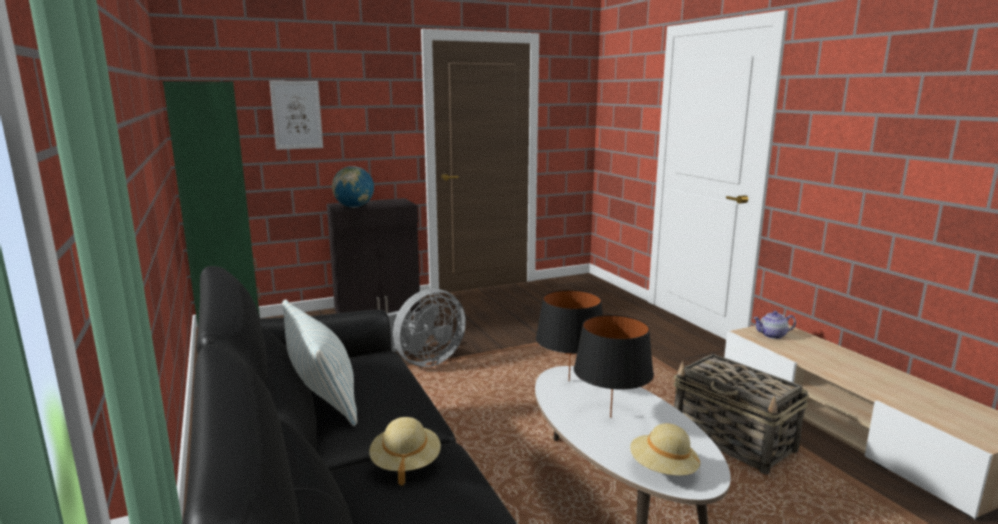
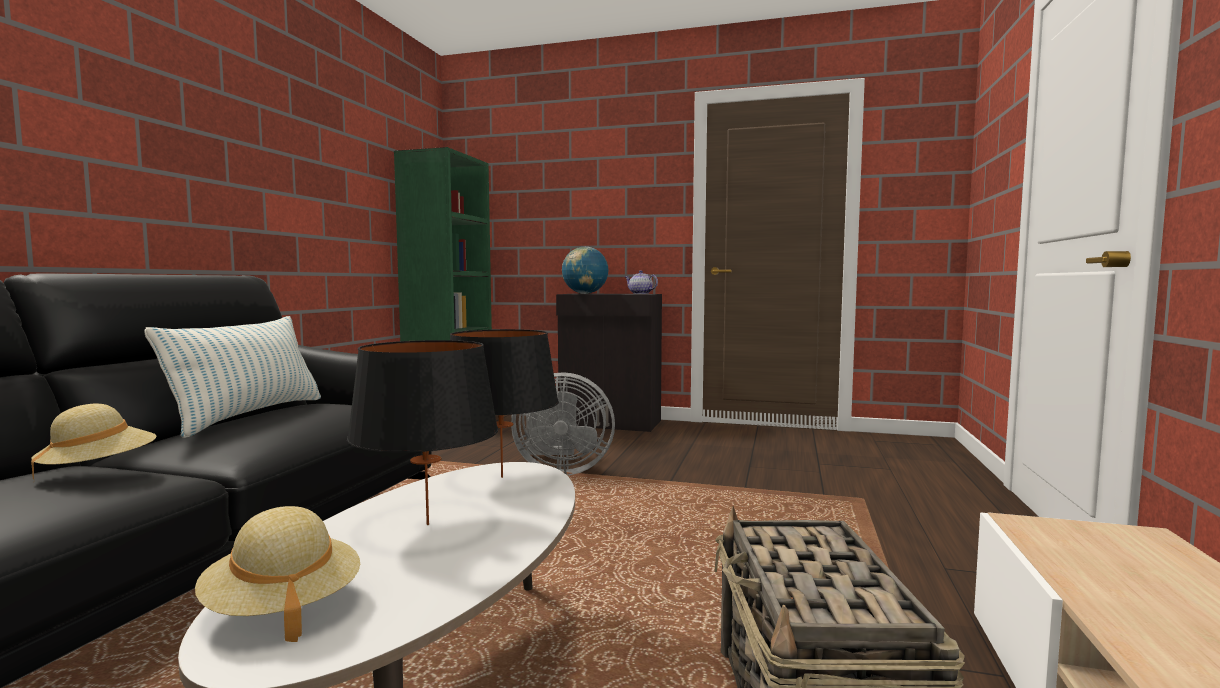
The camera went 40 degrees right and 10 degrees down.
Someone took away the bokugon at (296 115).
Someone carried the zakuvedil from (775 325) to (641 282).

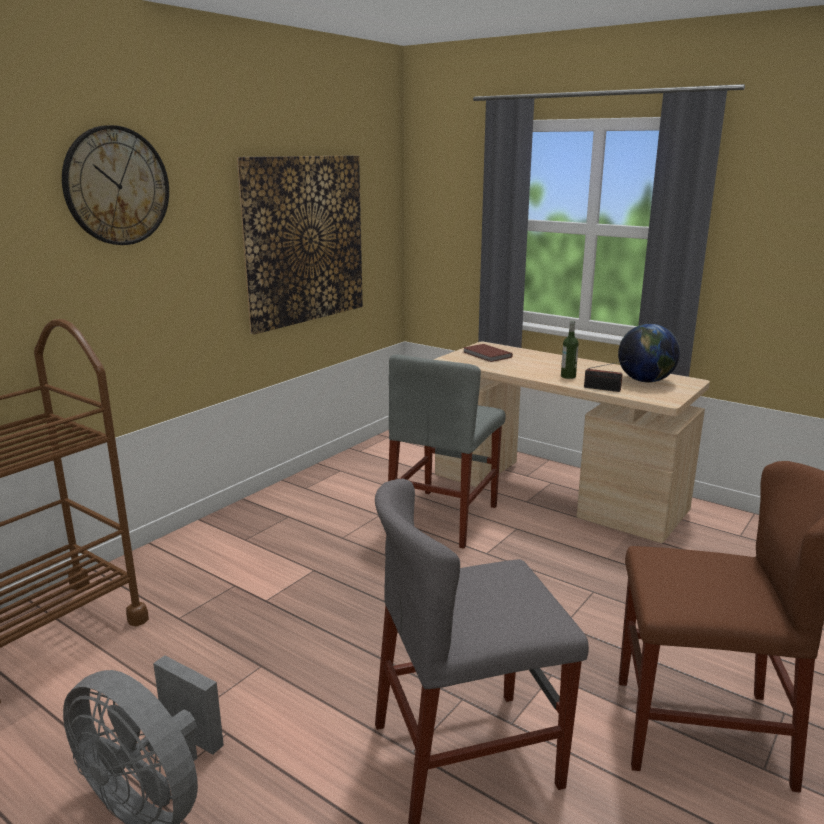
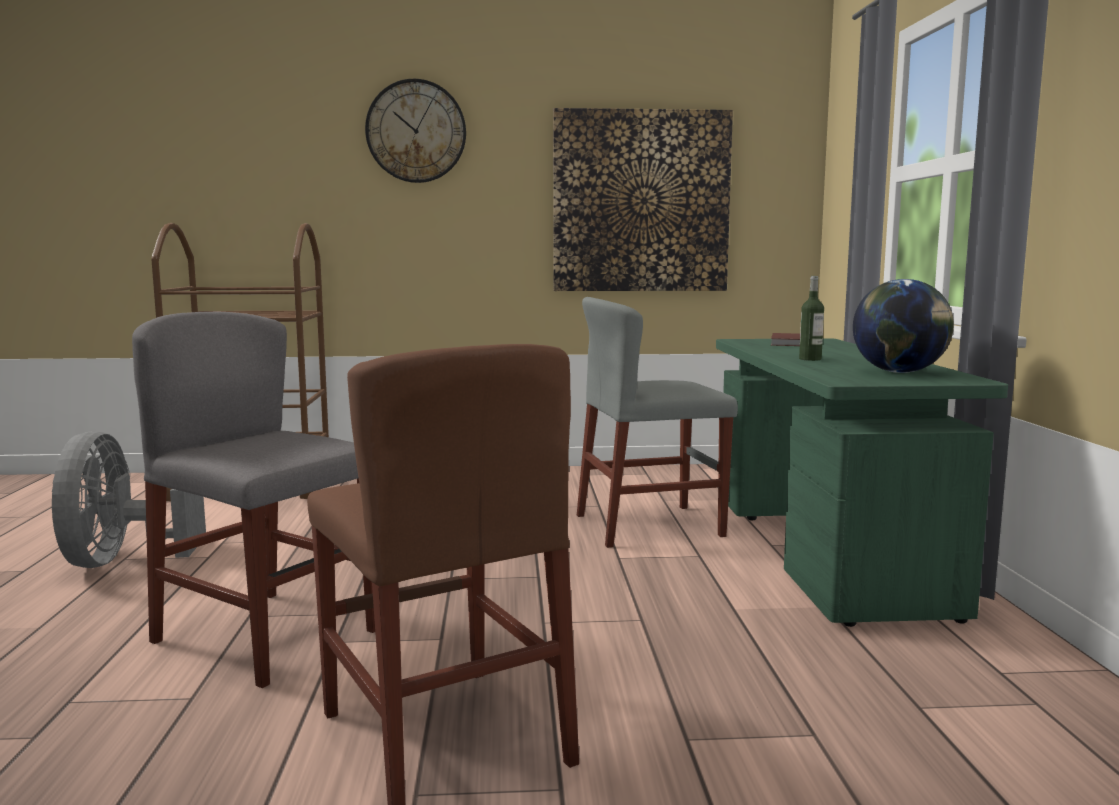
The camera went 50 degrees right and 10 degrees down.
Someone repainted the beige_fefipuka at (571 442), which became the green_fefipuka at (862 482).
Someone took away the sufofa at (606 376).

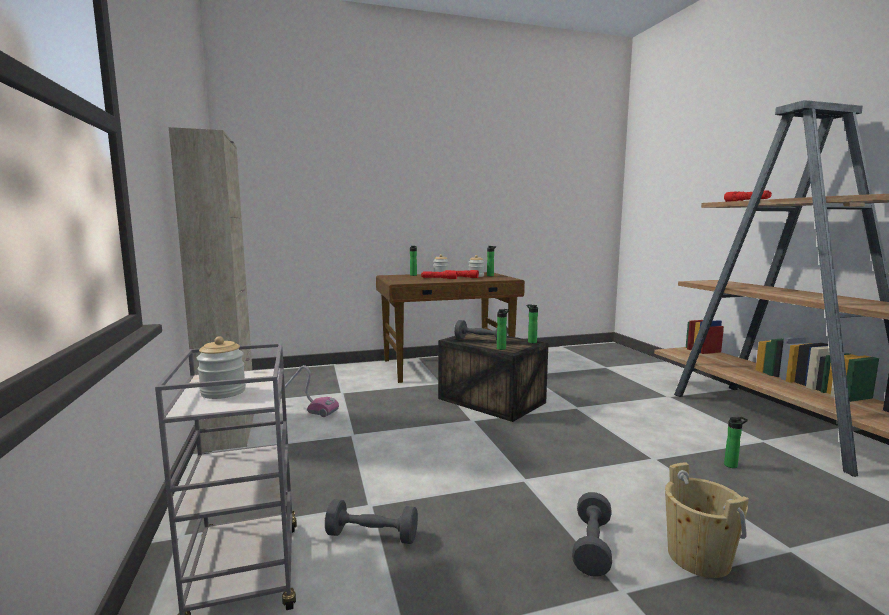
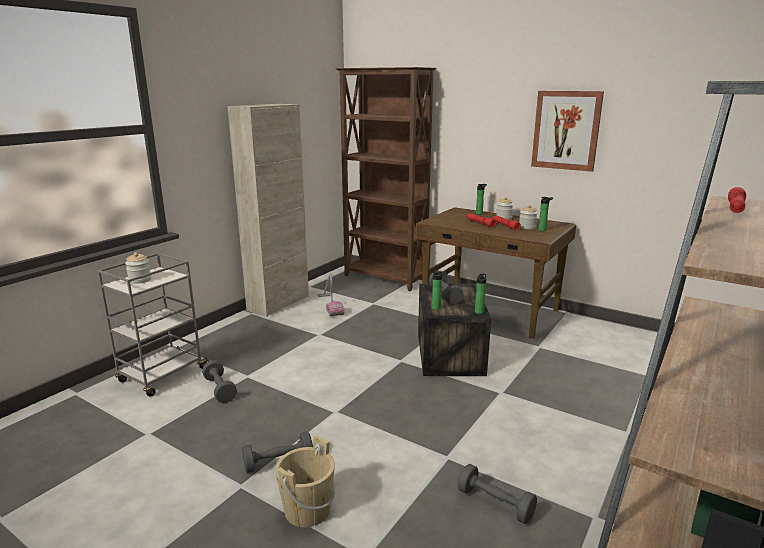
The camera went 50 degrees right and 10 degrees up.
Someone swapped the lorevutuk at (736 442) for the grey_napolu at (497 494).
Someone put down the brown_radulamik at (385 179).
Someone put up the bokugon at (567 131).

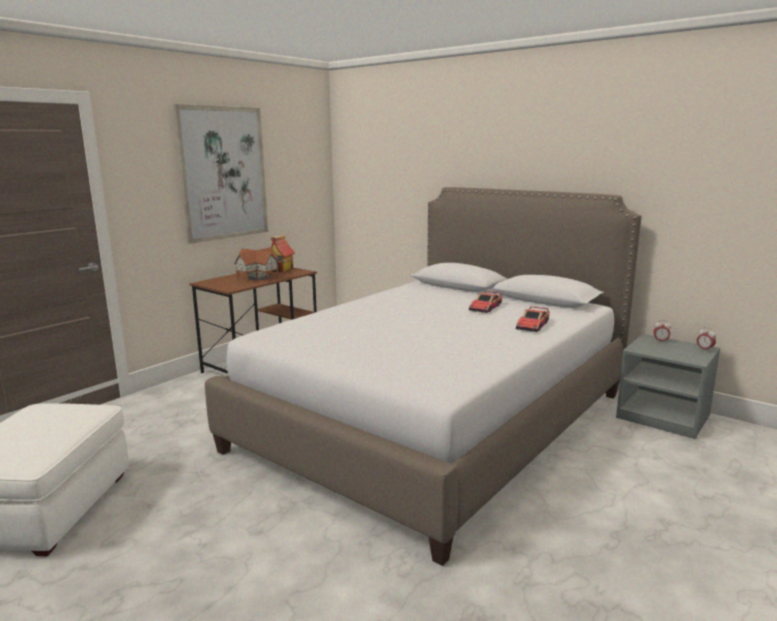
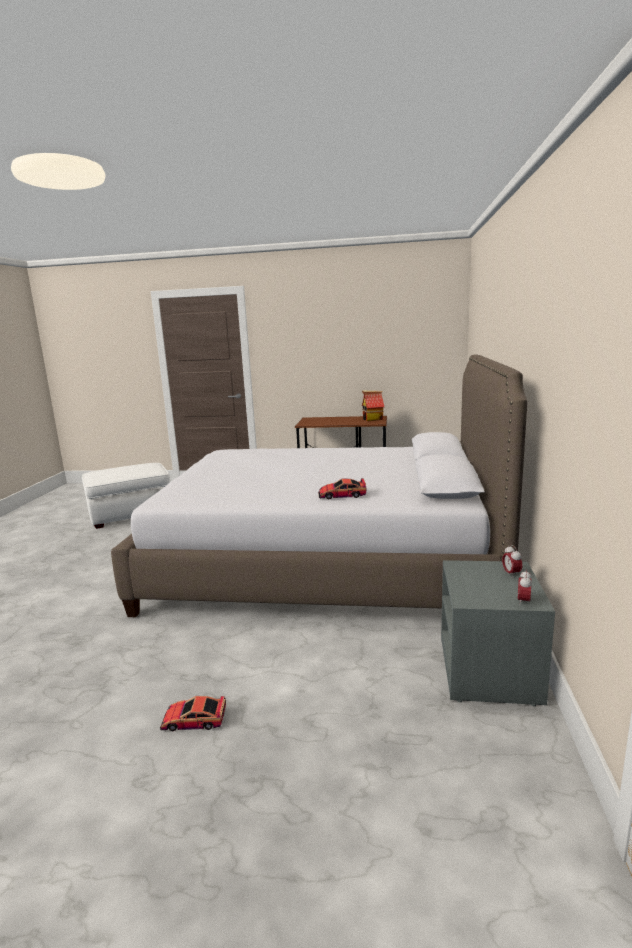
The camera went 60 degrees right and 0 degrees up.
Someone took away the bokugon at (220 174).
Someone took away the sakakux at (256 265).
Someone carried the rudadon from (485 302) to (193 713).

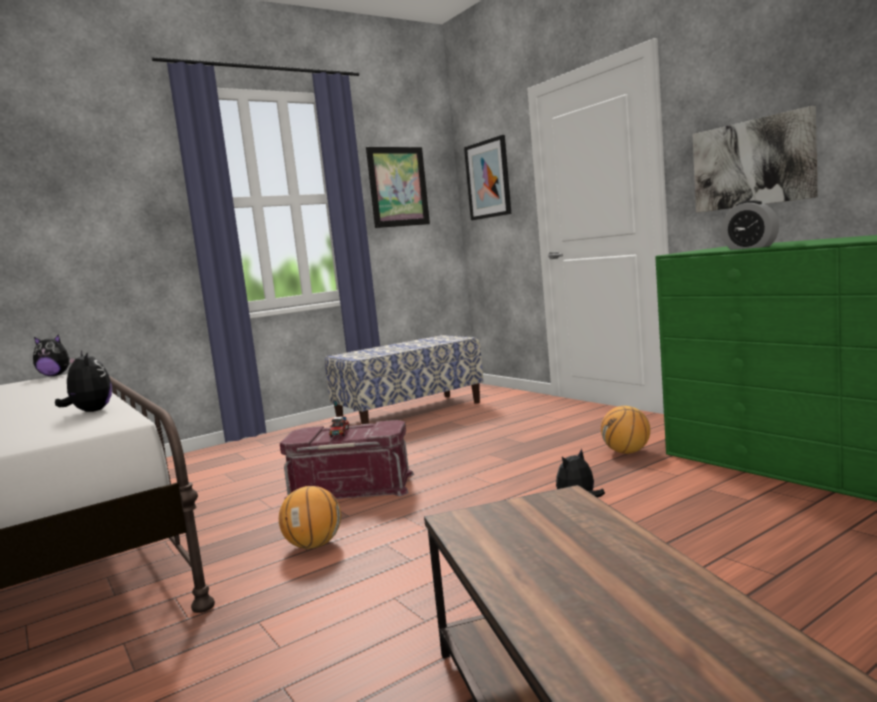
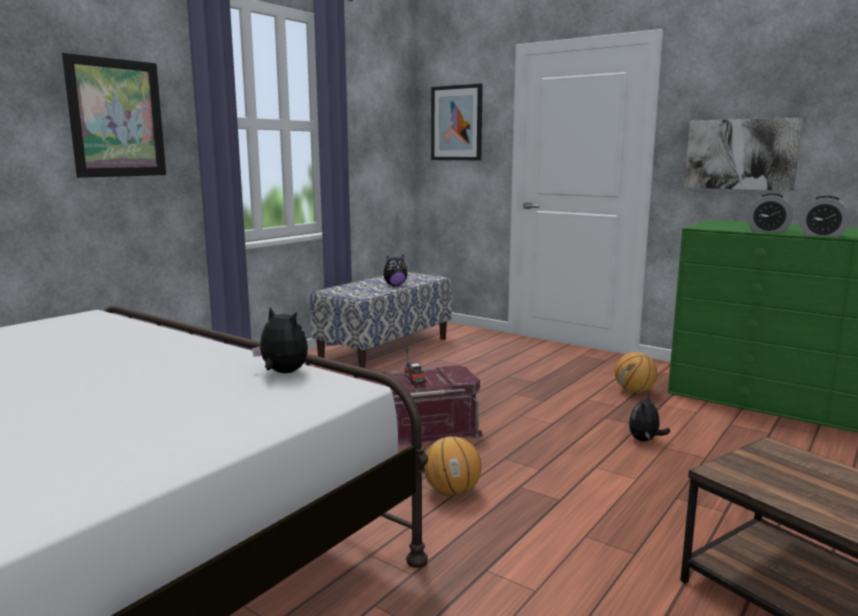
The camera went 20 degrees left and 5 degrees up.
Someone carried the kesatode from (54 355) to (395 270).
Someone carried the bokugon from (398 187) to (114 115).
Someone put down the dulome at (824 216).

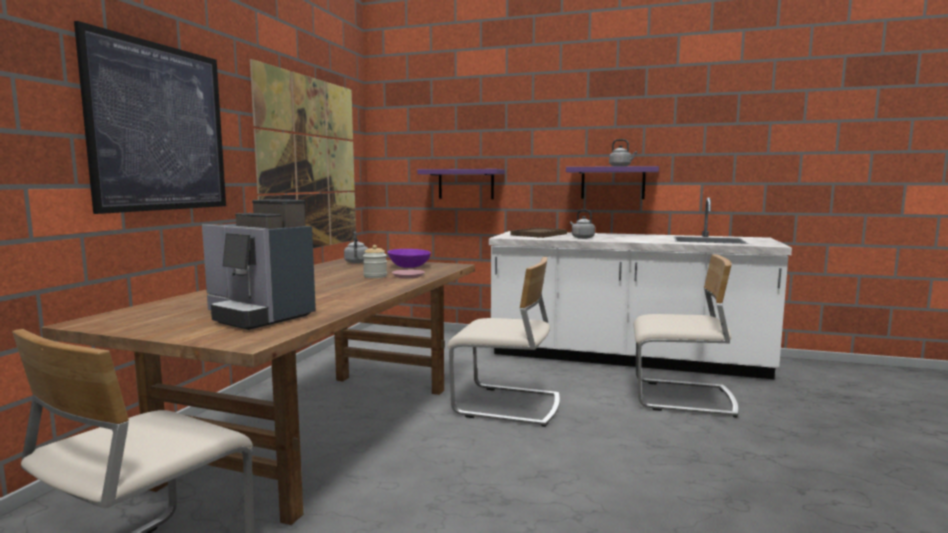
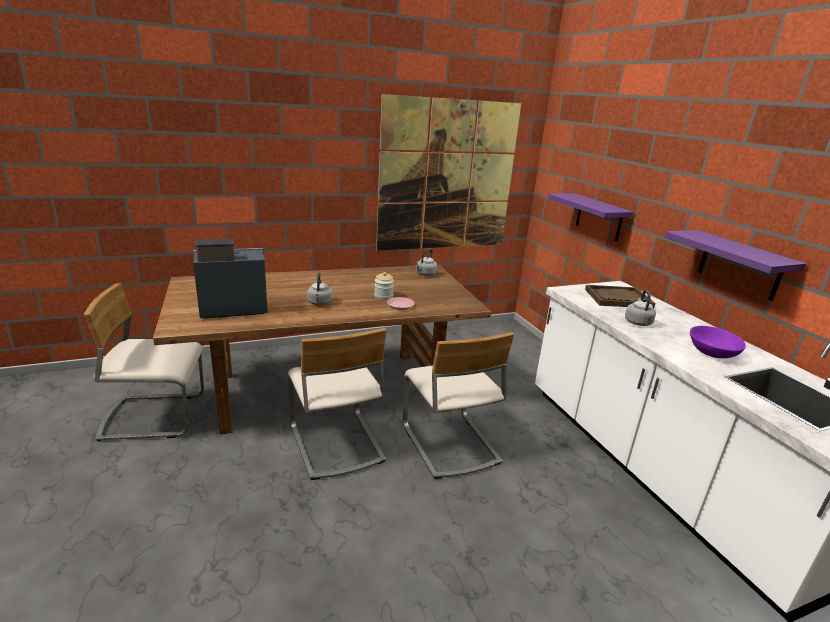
The camera went 50 degrees right and 15 degrees up.
Someone took away the bokugon at (150 117).
Someone rotated the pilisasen at (259 264) by 75 degrees clockwise.
Someone carried the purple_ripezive from (409 258) to (718 342).
Someone carried the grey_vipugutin from (623 152) to (320 288).
Someone carried the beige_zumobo from (686 336) to (337 404).

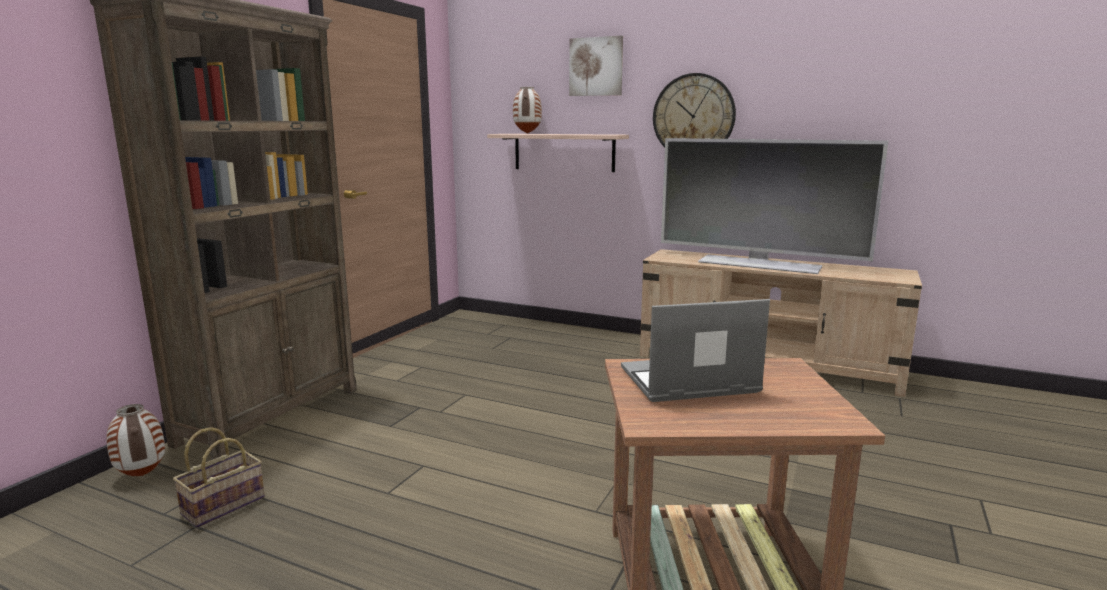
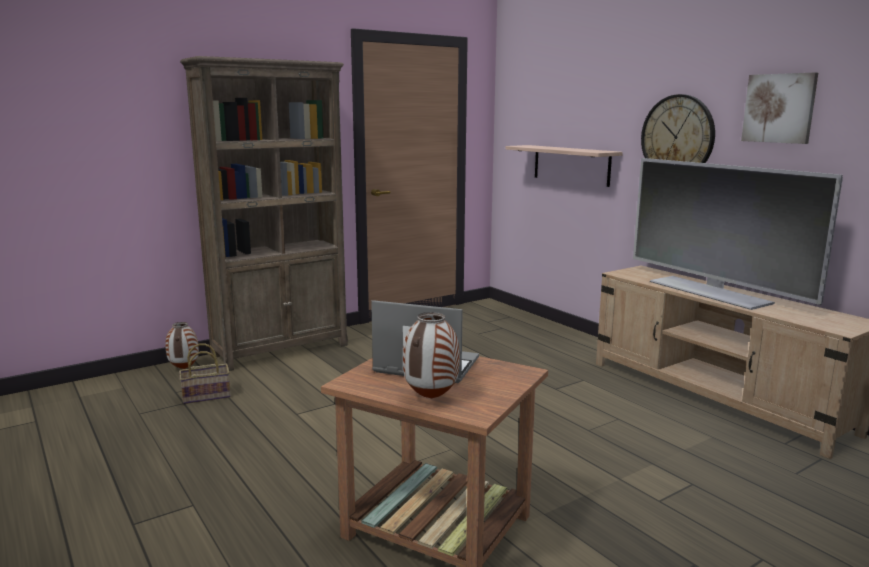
The camera went 30 degrees right and 0 degrees up.
Someone carried the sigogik from (527 110) to (431 355).
Someone carried the bokugon from (596 66) to (779 108).

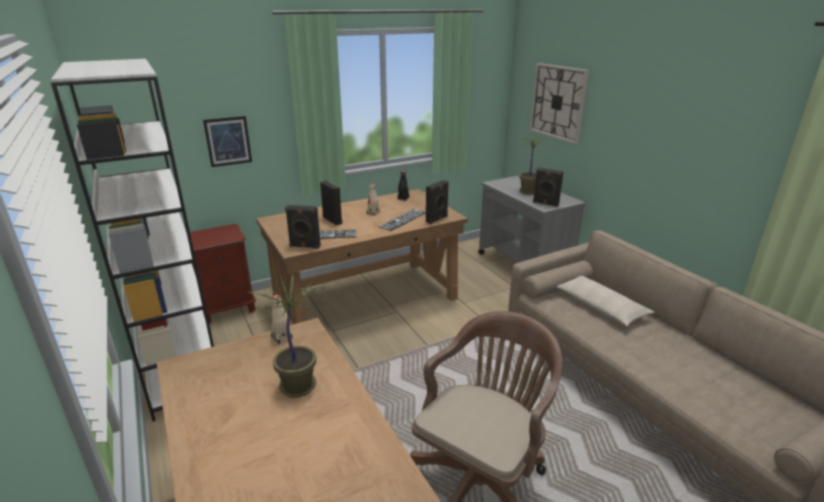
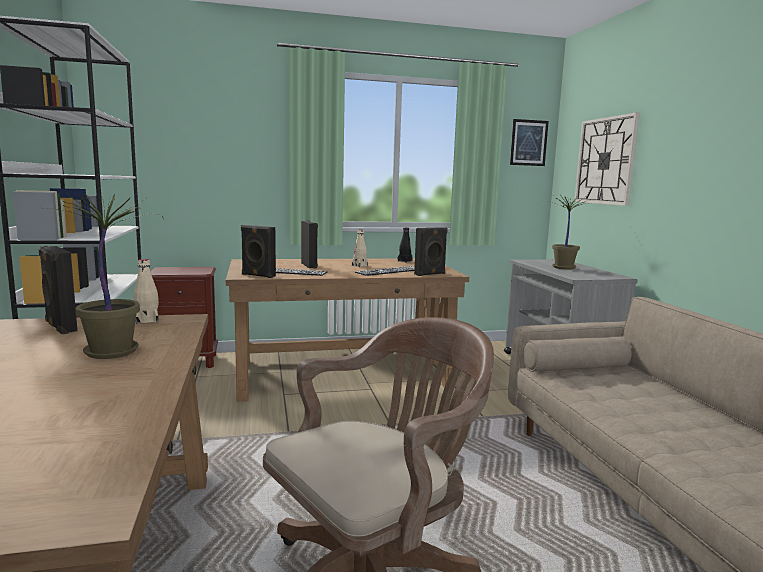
The camera went 15 degrees right and 15 degrees down.
Someone carried the bokugon from (227 141) to (529 142).
Someone carried the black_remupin from (548 187) to (58 290).
Someone took away the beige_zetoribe at (606 301).

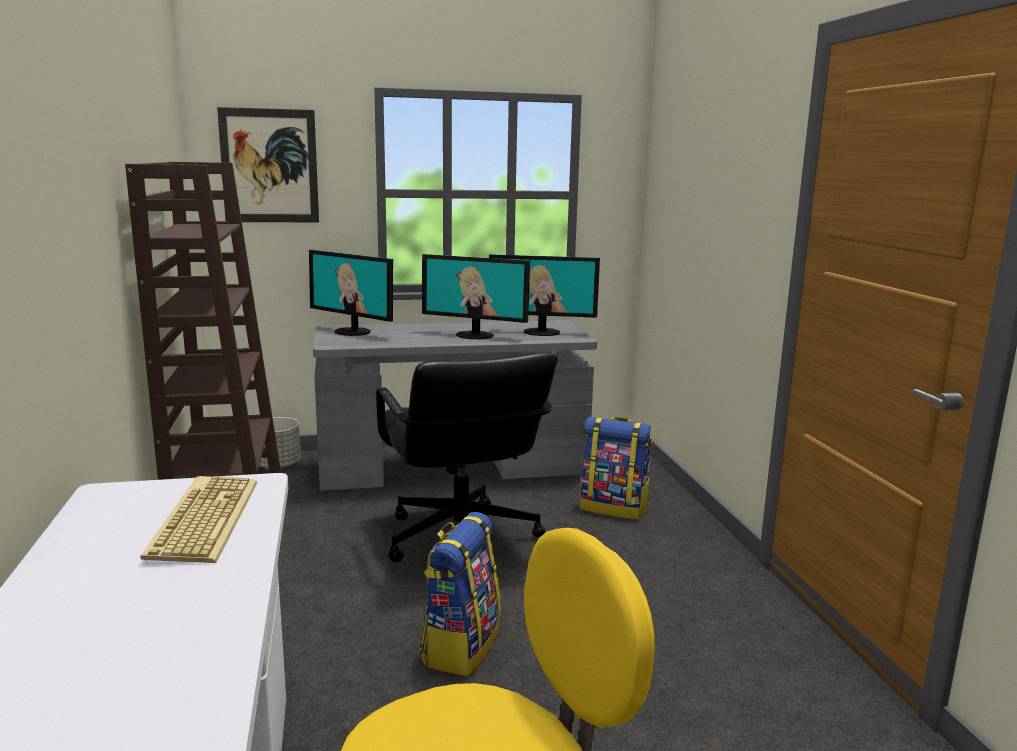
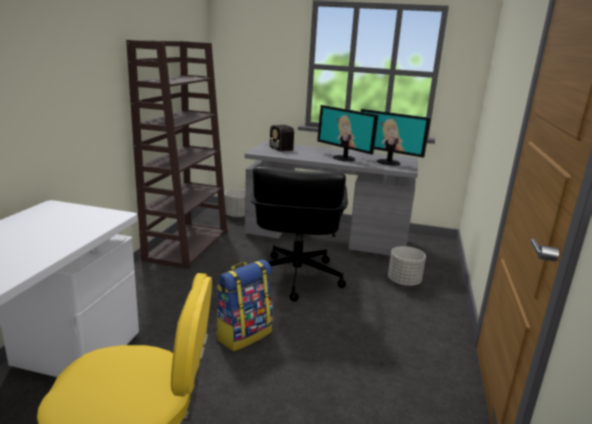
The camera went 25 degrees right and 5 degrees up.
Someone took away the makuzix at (199 519).
Someone took away the bokugon at (268 164).
Someone swapped the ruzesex at (351 293) for the sufofa at (279 138).
Someone swapped the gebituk at (616 468) for the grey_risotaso at (407 266).

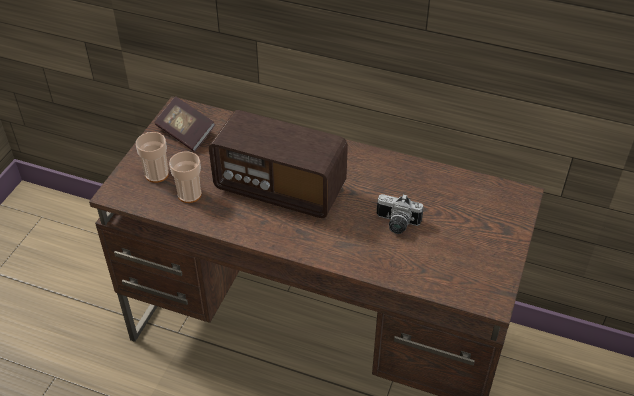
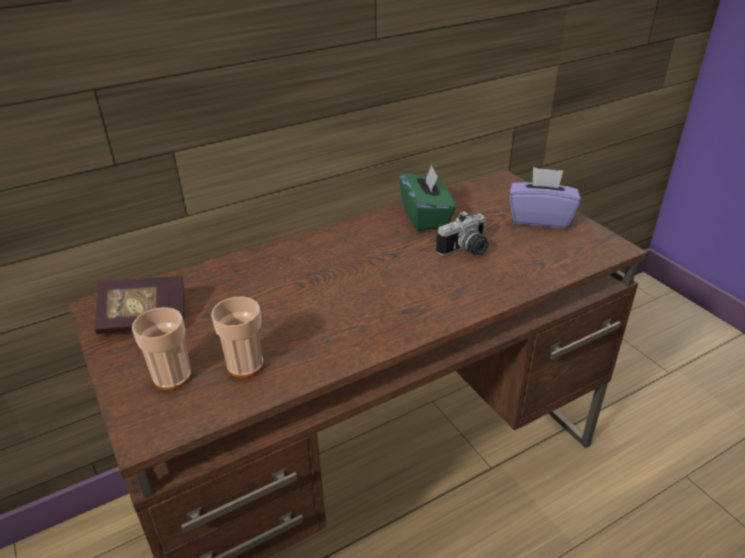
The camera went 50 degrees left and 10 degrees down.
Someone took away the sufofa at (278 164).
Someone put down the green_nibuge at (427 198).
Someone put down the purple_nibuge at (545 197).

